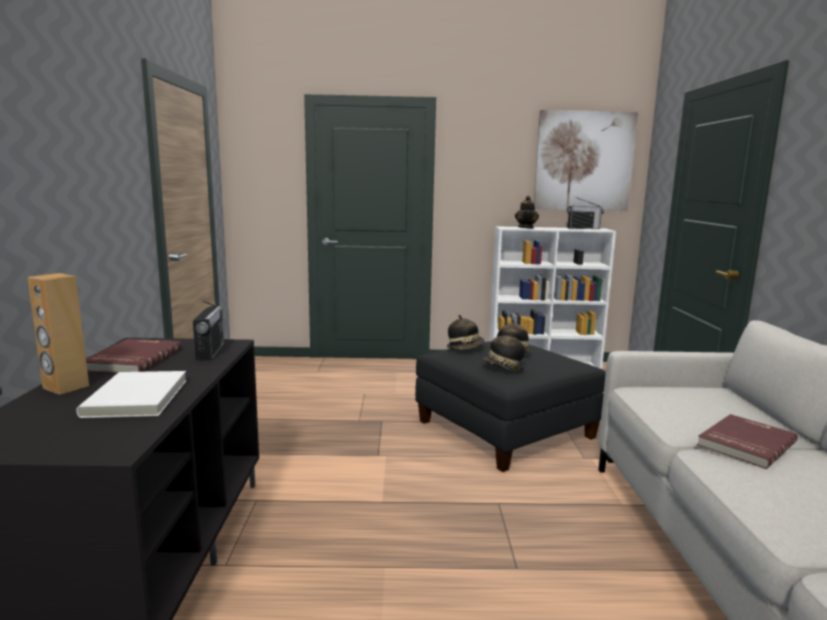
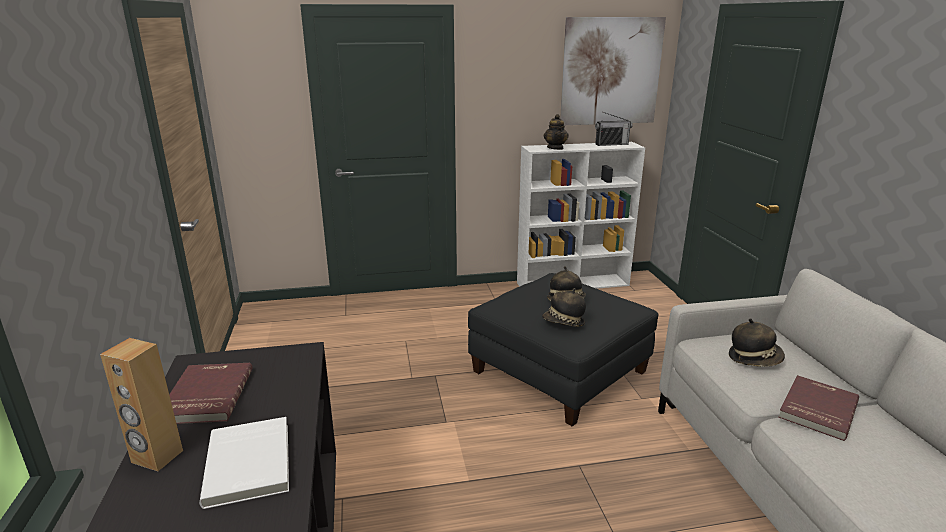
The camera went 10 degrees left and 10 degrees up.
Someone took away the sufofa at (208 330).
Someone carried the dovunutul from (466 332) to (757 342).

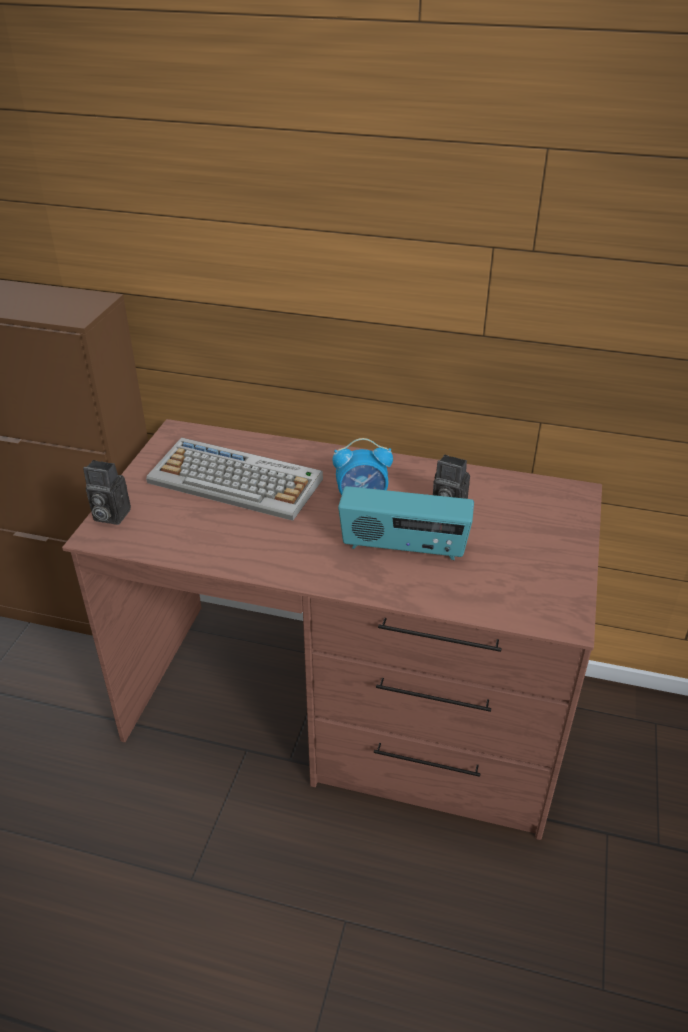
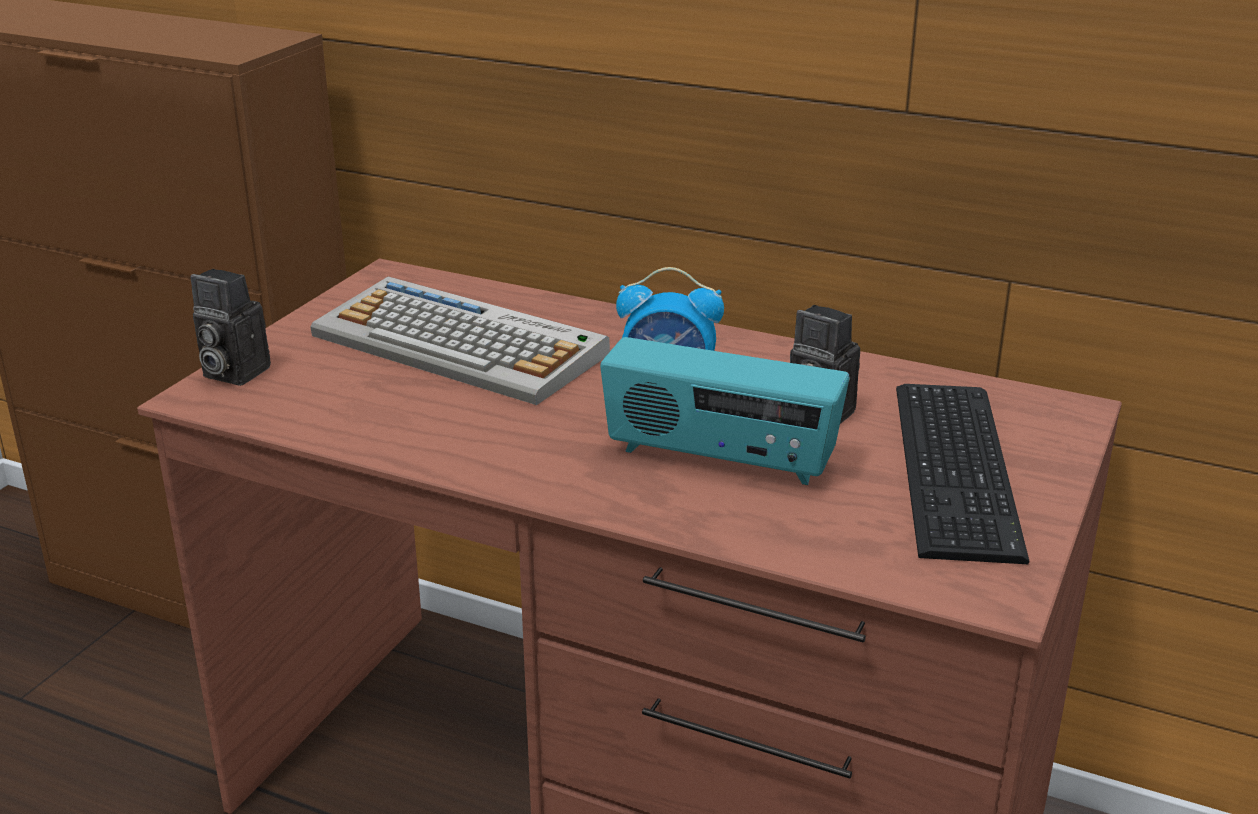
The camera went 10 degrees right and 10 degrees down.
Someone put down the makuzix at (963 474).

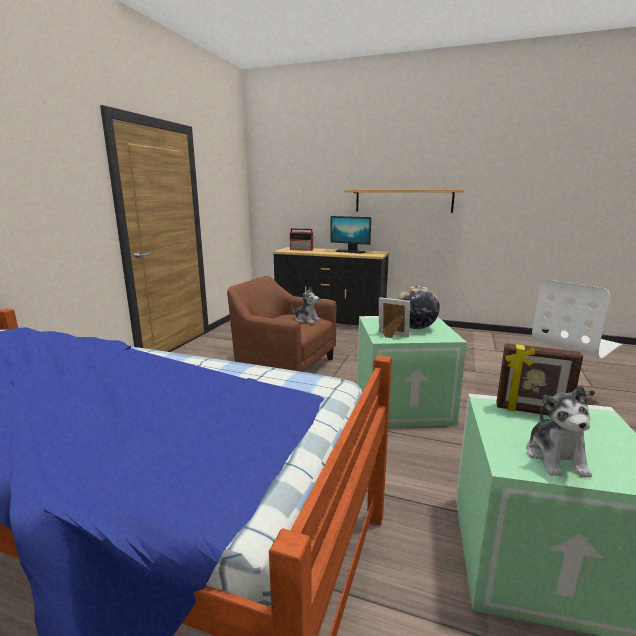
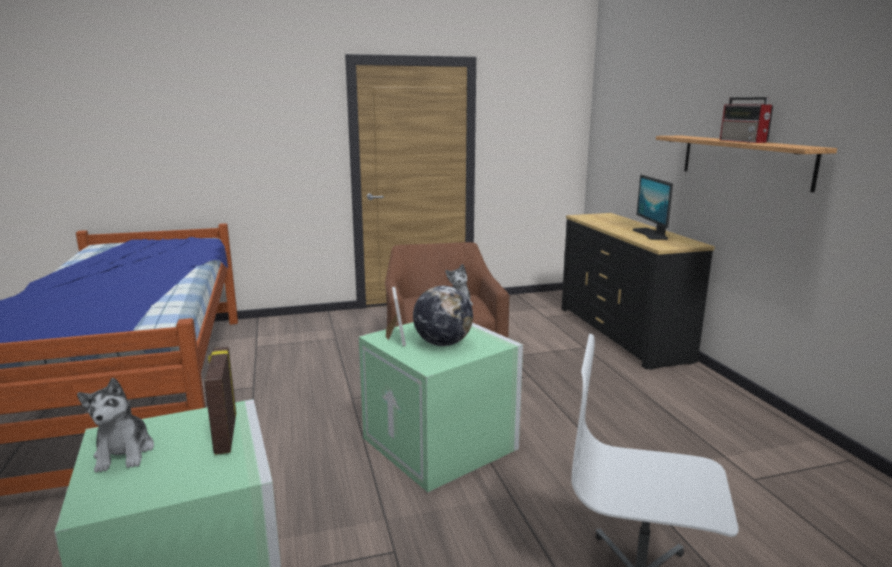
The camera went 55 degrees right and 0 degrees up.
Someone carried the sufofa from (302 240) to (746 120).
Someone rotated the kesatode at (559 431) by 75 degrees counterclockwise.

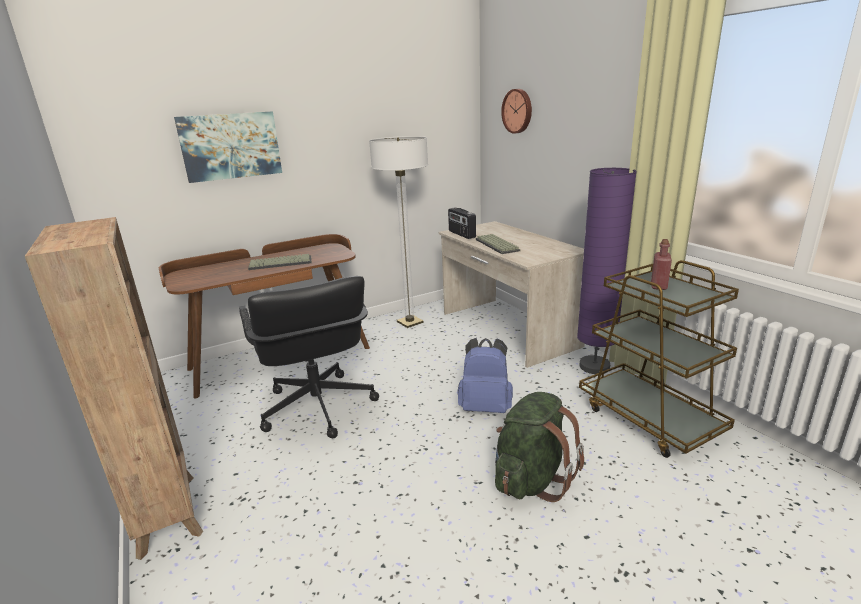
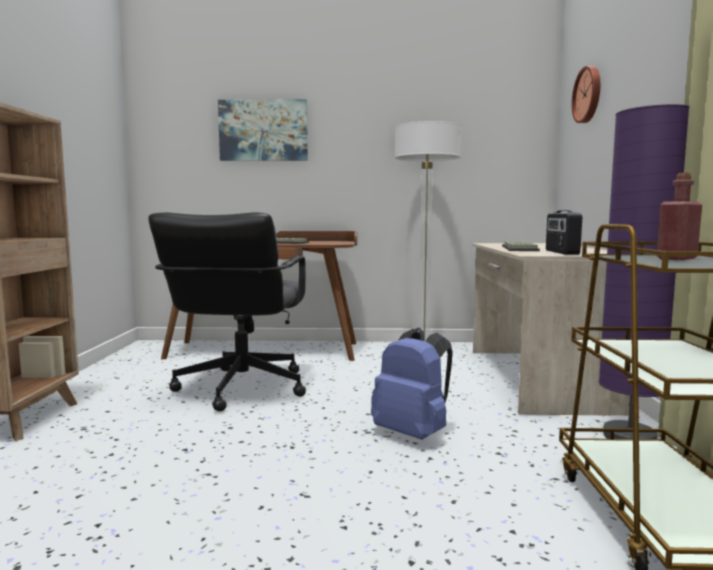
The camera went 30 degrees right and 15 degrees down.
Someone carried the sufofa from (462 223) to (564 232).
Someone took away the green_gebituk at (539 447).

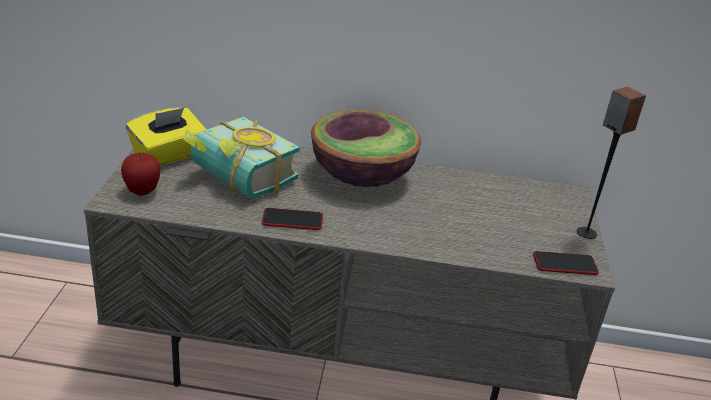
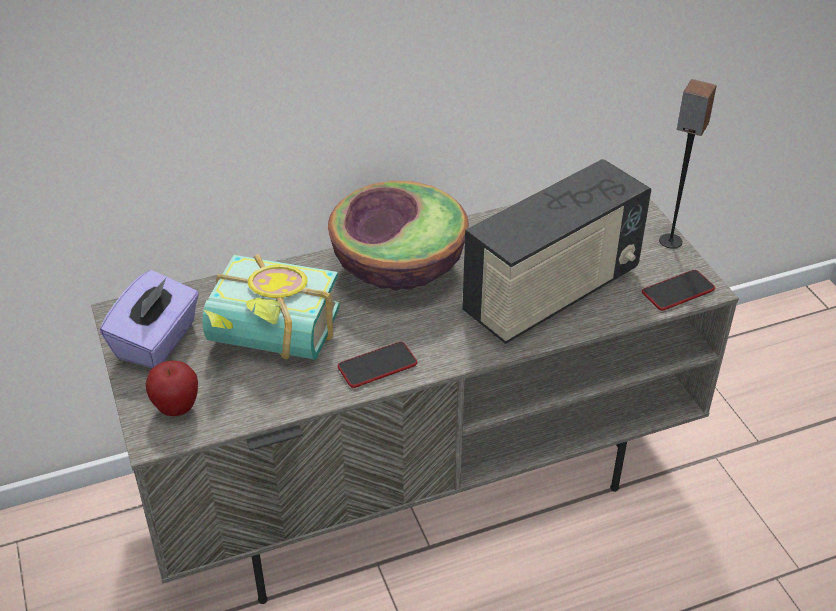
The camera went 25 degrees left and 10 degrees up.
Someone repainted the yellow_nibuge at (166 137), which became the purple_nibuge at (149 319).
Someone put down the sufofa at (556 251).

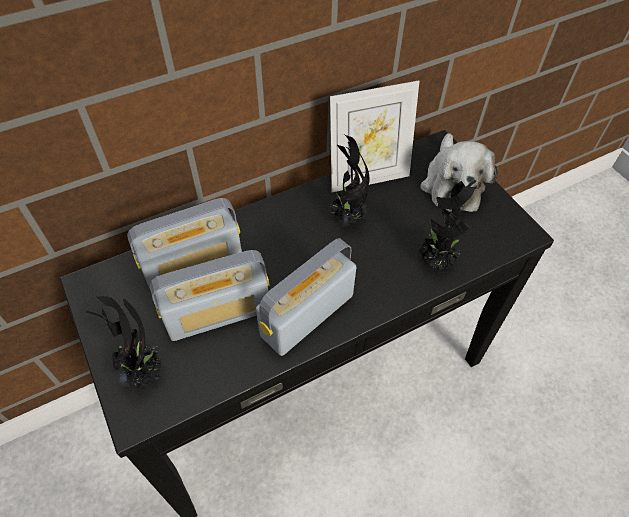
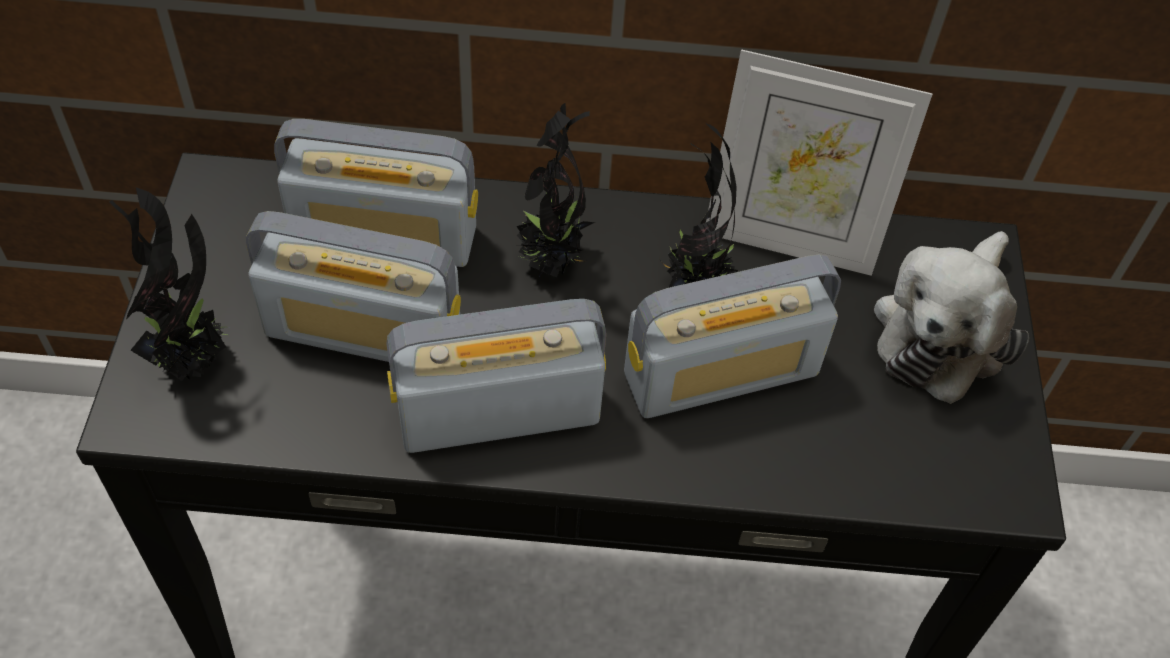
The camera went 30 degrees right and 0 degrees up.
Someone carried the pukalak from (447 226) to (556 190).
Someone put down the sufofa at (732 336).

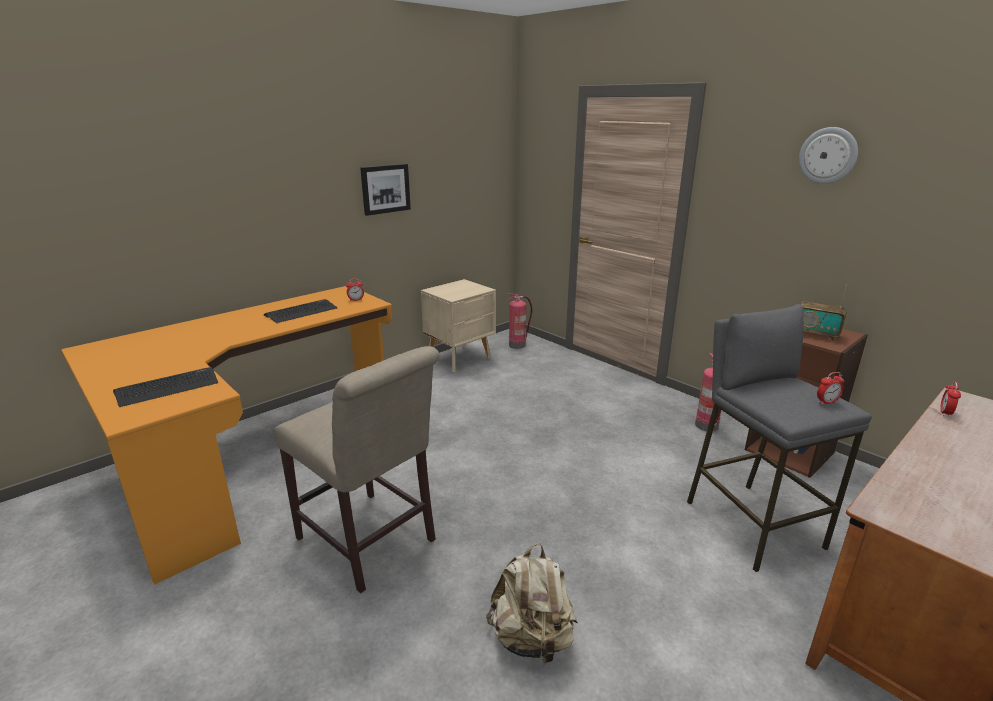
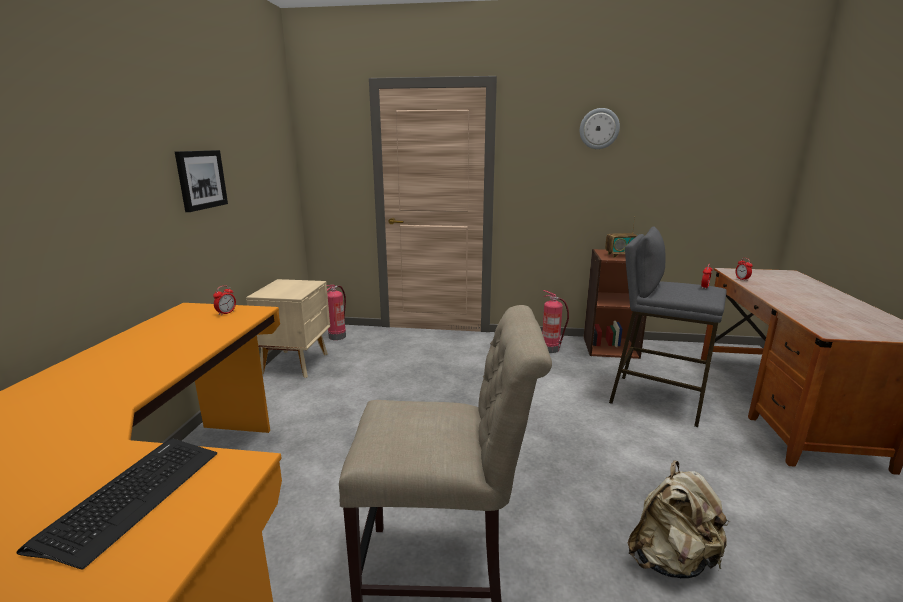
The camera went 40 degrees left and 5 degrees down.
Someone took away the makuzix at (300 311).

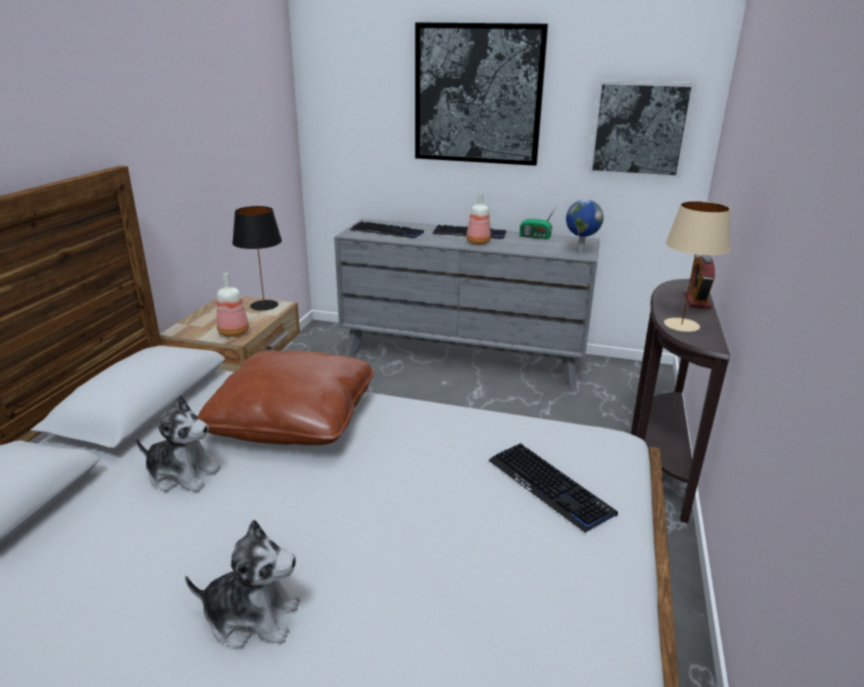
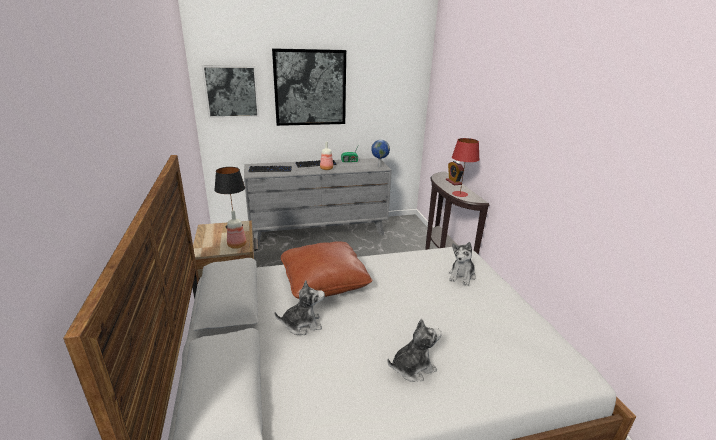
The camera went 30 degrees left and 0 degrees up.
Someone swapped the makuzix at (553 488) for the kesatode at (462 264).
Someone carried the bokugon from (642 129) to (230 91).
Someone repainted the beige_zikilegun at (697 266), which became the red_zikilegun at (466 167).

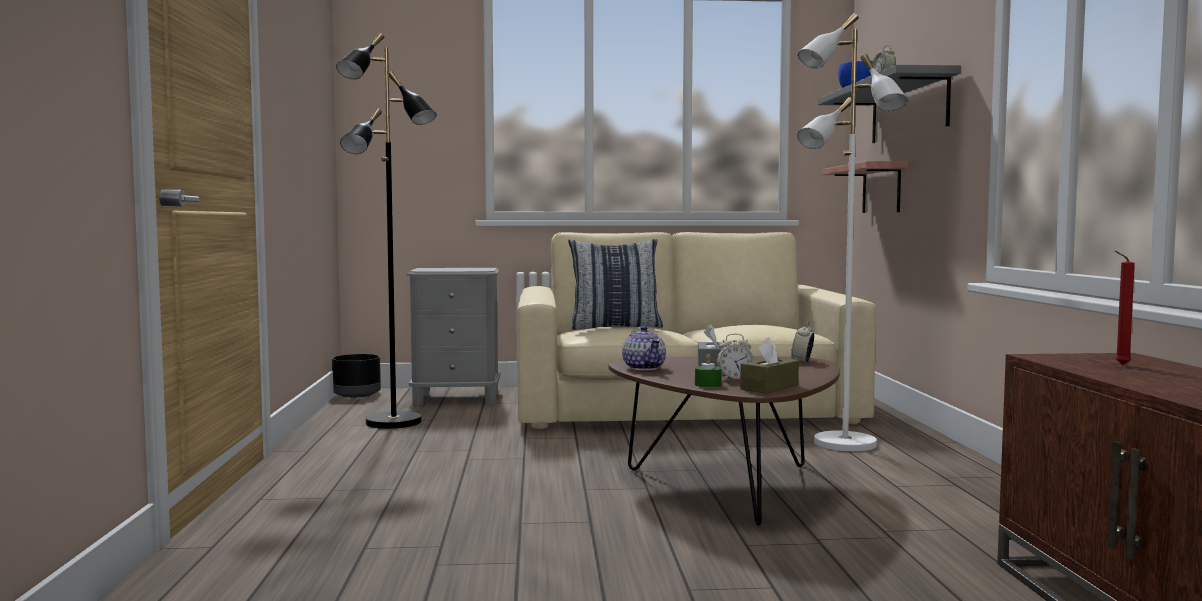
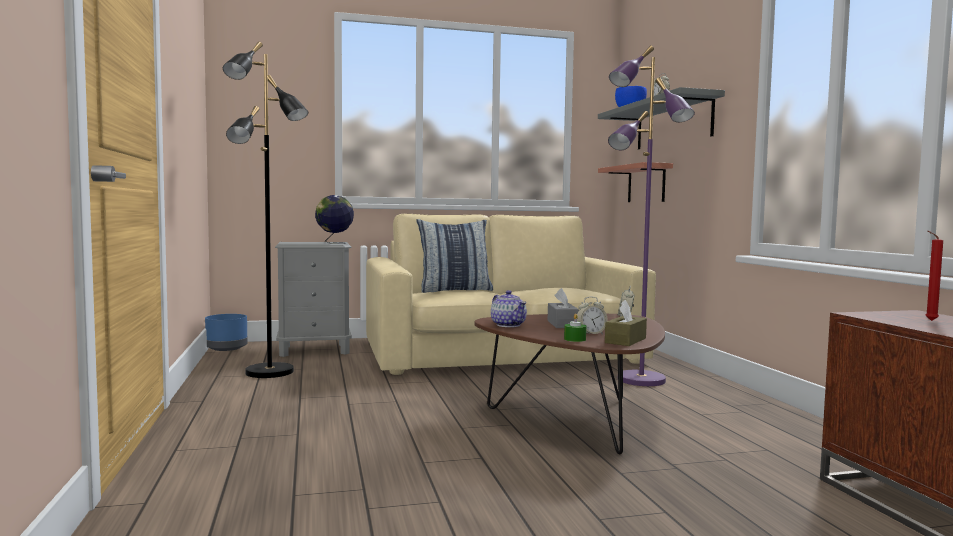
The camera went 10 degrees left and 0 degrees up.
Someone repainted the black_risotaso at (356 376), which became the blue_risotaso at (226 332).
Someone repainted the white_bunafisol at (852 232), which became the purple_bunafisol at (651 216).
Someone put down the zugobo at (334 219).

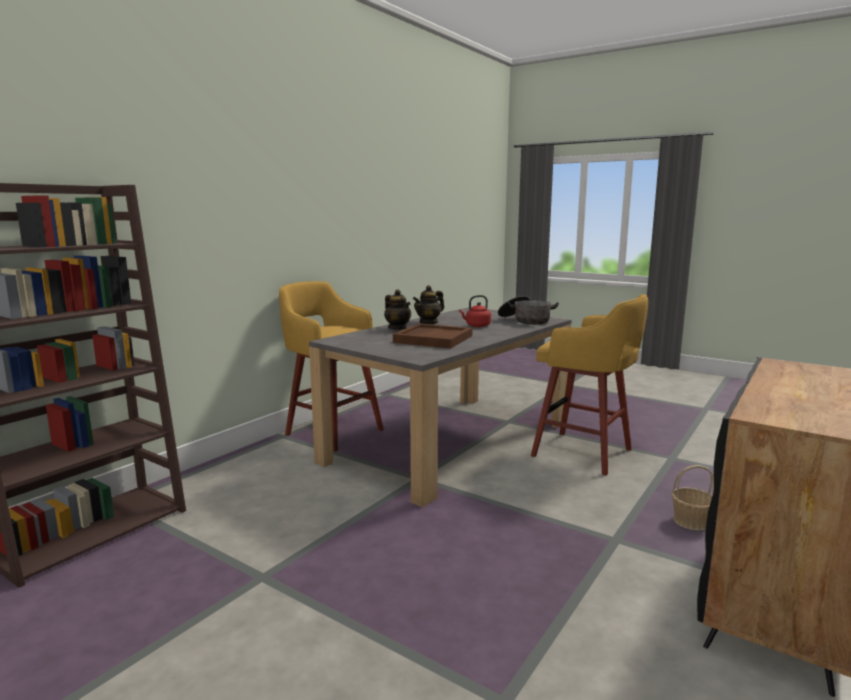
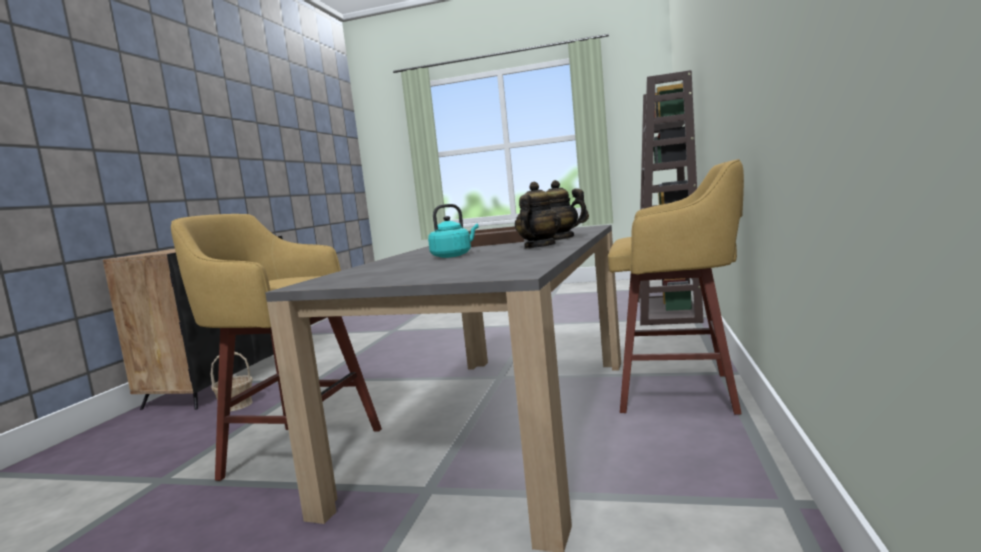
The camera went 160 degrees right and 5 degrees down.
Someone repainted the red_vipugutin at (475 311), which became the turquoise_vipugutin at (453 231).
Someone took away the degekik at (528 310).

